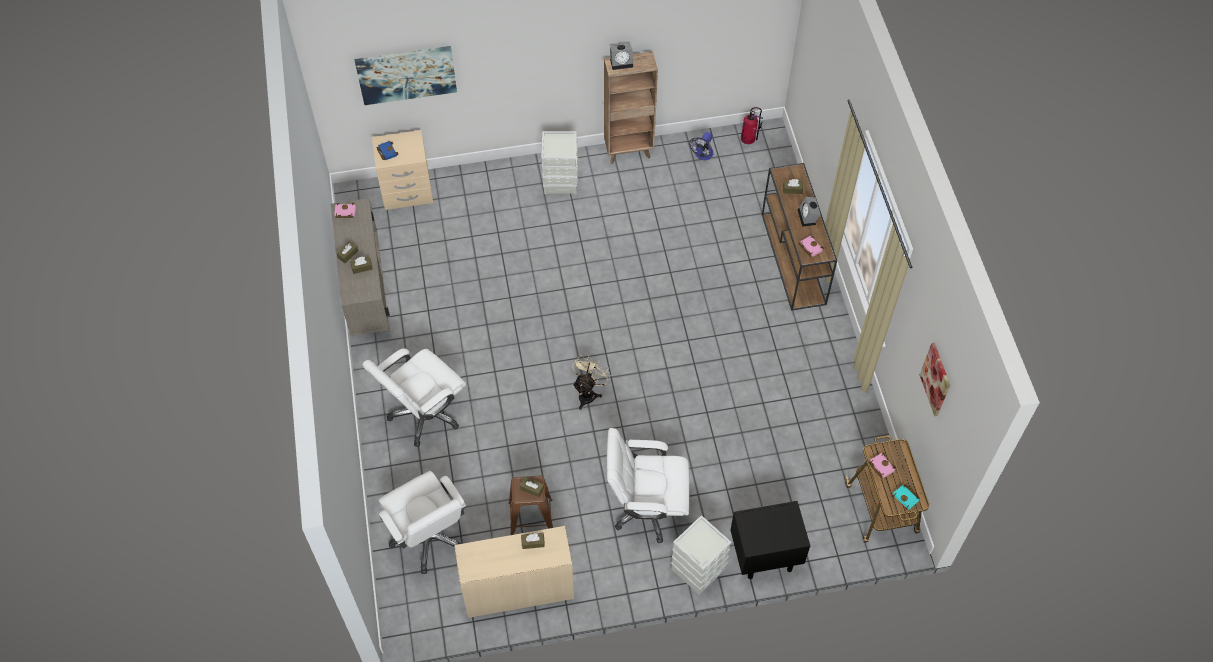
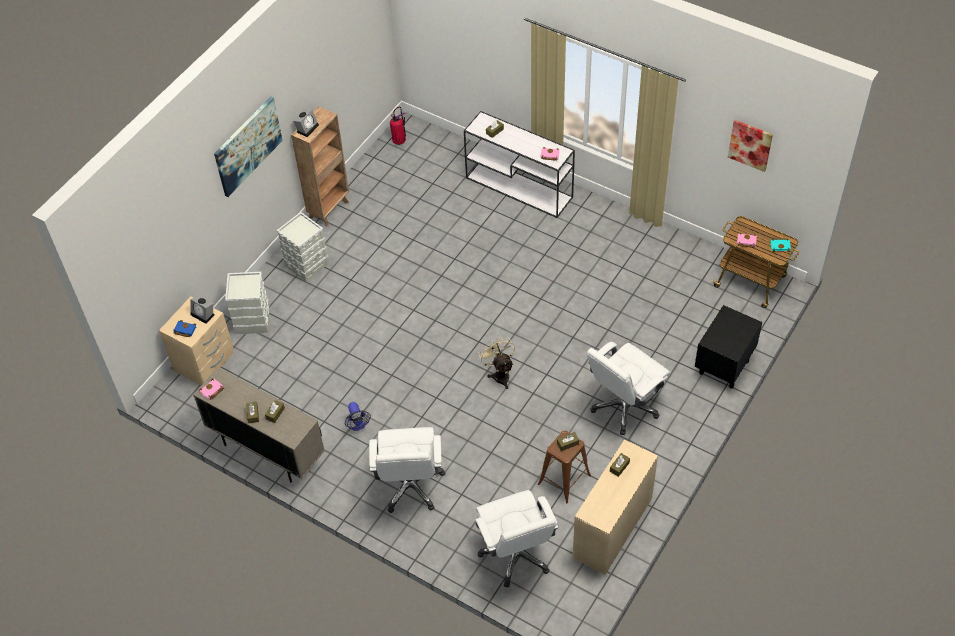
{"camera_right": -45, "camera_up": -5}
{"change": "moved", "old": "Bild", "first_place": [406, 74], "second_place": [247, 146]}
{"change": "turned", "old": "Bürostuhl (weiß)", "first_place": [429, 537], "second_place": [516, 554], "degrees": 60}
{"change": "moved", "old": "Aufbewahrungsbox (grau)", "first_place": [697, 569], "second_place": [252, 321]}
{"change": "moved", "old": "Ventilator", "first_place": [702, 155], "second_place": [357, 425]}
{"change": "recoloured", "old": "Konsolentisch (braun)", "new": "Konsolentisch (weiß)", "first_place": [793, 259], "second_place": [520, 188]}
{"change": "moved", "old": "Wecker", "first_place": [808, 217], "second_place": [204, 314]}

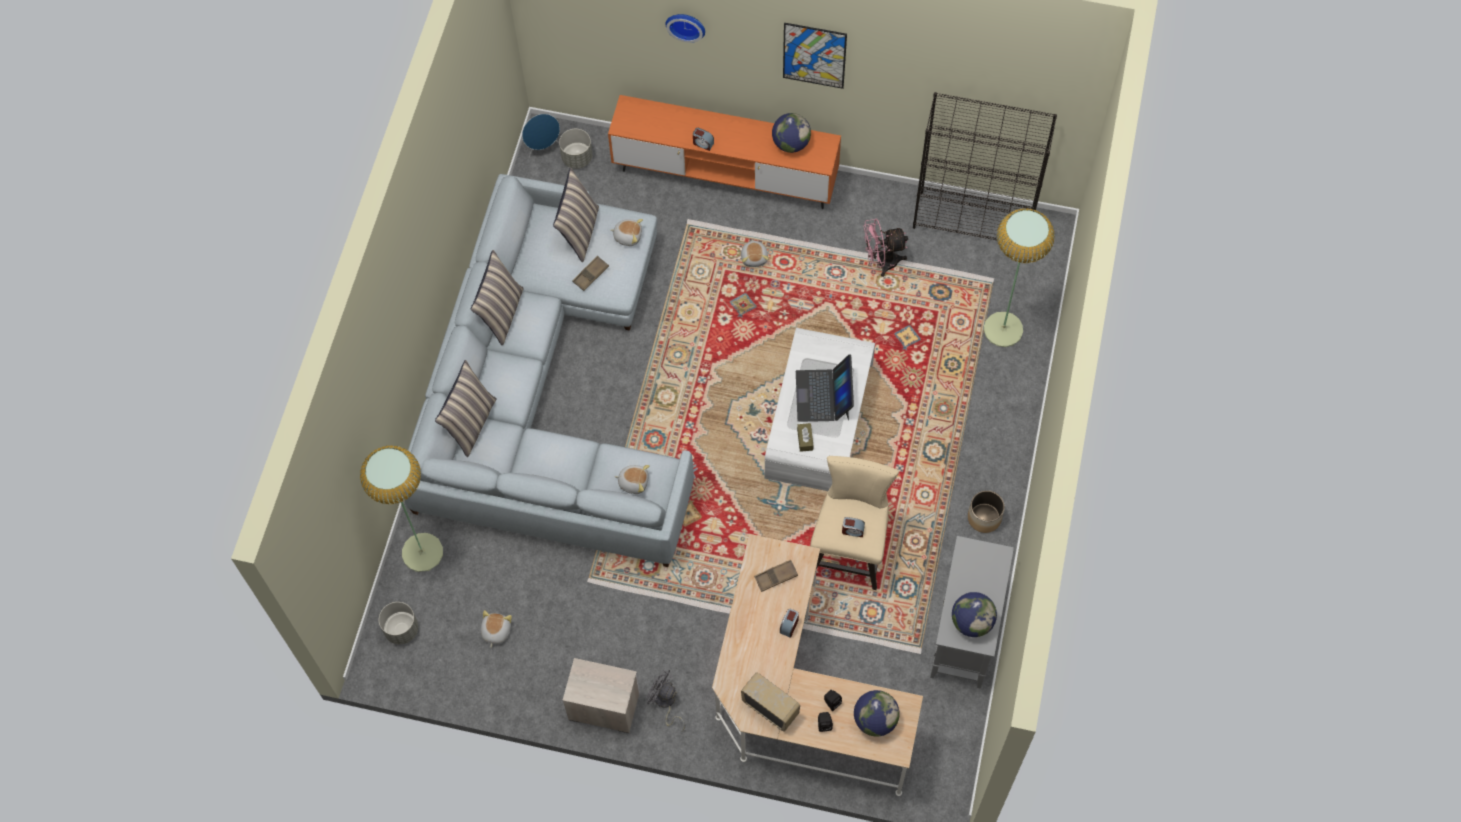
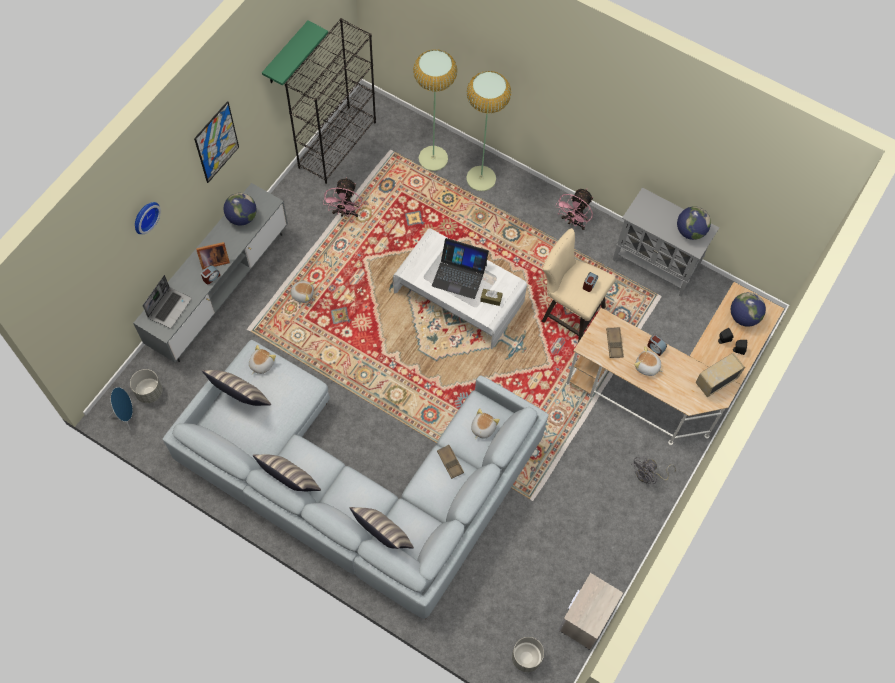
{"camera_right": -75, "camera_up": 0}
{"change": "moved", "old": "Stehlampe", "first_place": [422, 552], "second_place": [480, 178]}
{"change": "moved", "old": "Plüschtier", "first_place": [495, 631], "second_place": [647, 367]}
{"change": "moved", "old": "Nachttisch", "first_place": [603, 705], "second_place": [585, 618]}
{"change": "moved", "old": "Tablett (braun)", "first_place": [591, 275], "second_place": [450, 462]}
{"change": "recoloured", "old": "Fernsehschrank (orange)", "new": "Fernsehschrank (grau)", "first_place": [725, 175], "second_place": [220, 290]}
{"change": "replaced", "old": "Pflanzkübel", "new": "Ventilator (rosa)", "first_place": [984, 518], "second_place": [573, 222]}
{"change": "added", "new": "Laptop", "second_place": [169, 307]}
{"change": "added", "new": "Bilderrahmen", "second_place": [213, 260]}
{"change": "added", "new": "Wandregal (grün)", "second_place": [286, 54]}

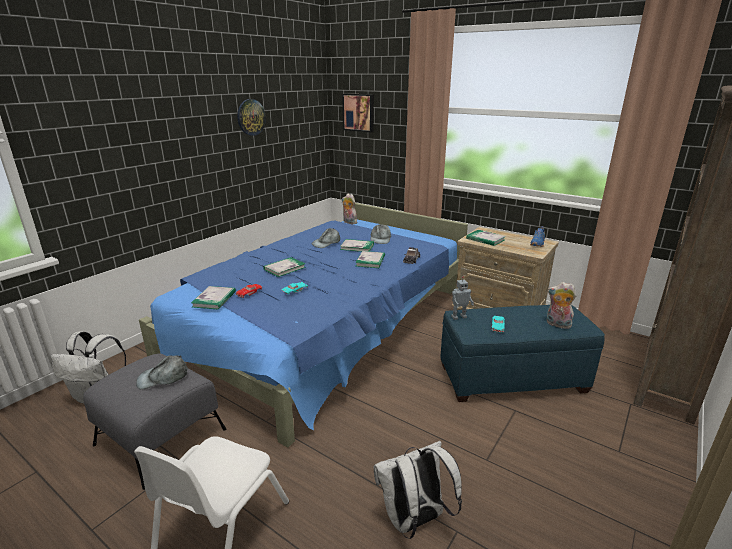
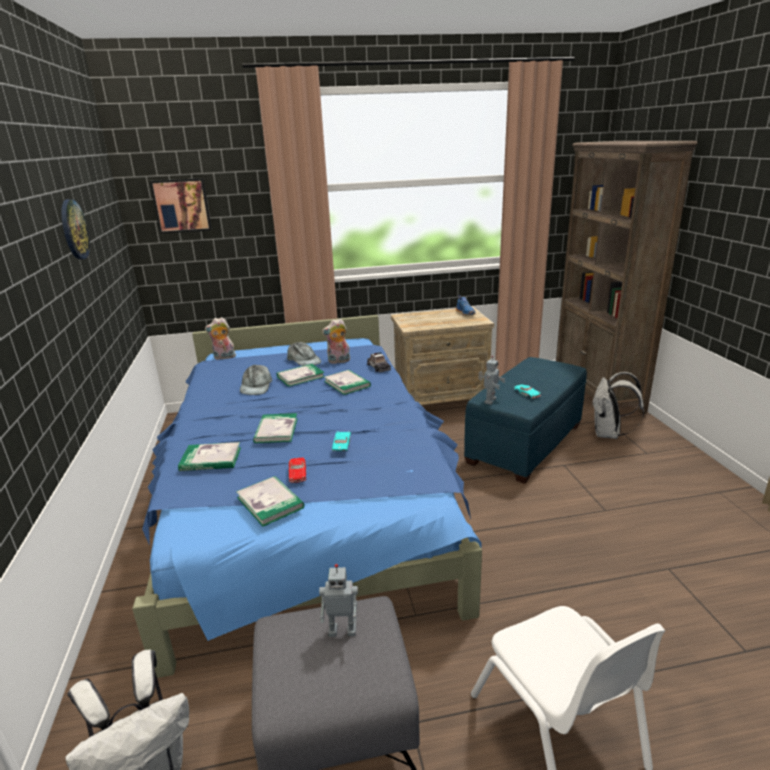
{"camera_right": -45, "camera_up": 0}
{"change": "replaced", "old": "Kappe (grau)", "new": "Spielzeugroboter", "first_place": [163, 377], "second_place": [342, 630]}
{"change": "moved", "old": "Rucksack (weiß)", "first_place": [414, 520], "second_place": [609, 434]}
{"change": "moved", "old": "Buch", "first_place": [485, 239], "second_place": [211, 459]}
{"change": "moved", "old": "Plüschtier", "first_place": [557, 324], "second_place": [338, 361]}

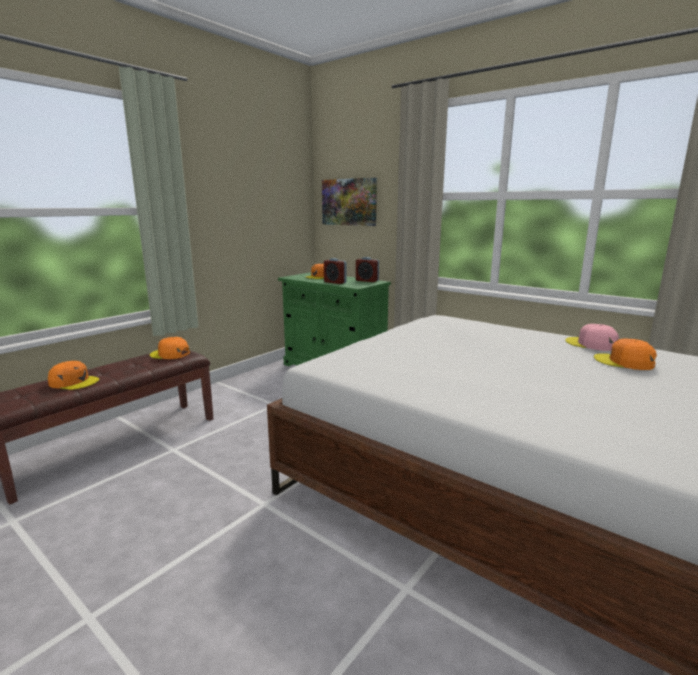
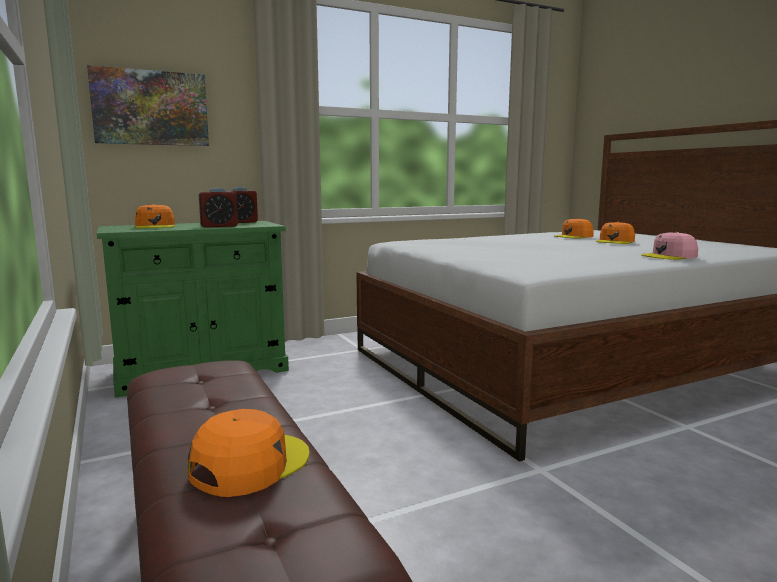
{"camera_right": -65, "camera_up": -5}
{"change": "moved", "old": "Kappe (orange)", "first_place": [170, 354], "second_place": [615, 241]}
{"change": "moved", "old": "Kappe (rosa)", "first_place": [591, 344], "second_place": [669, 256]}

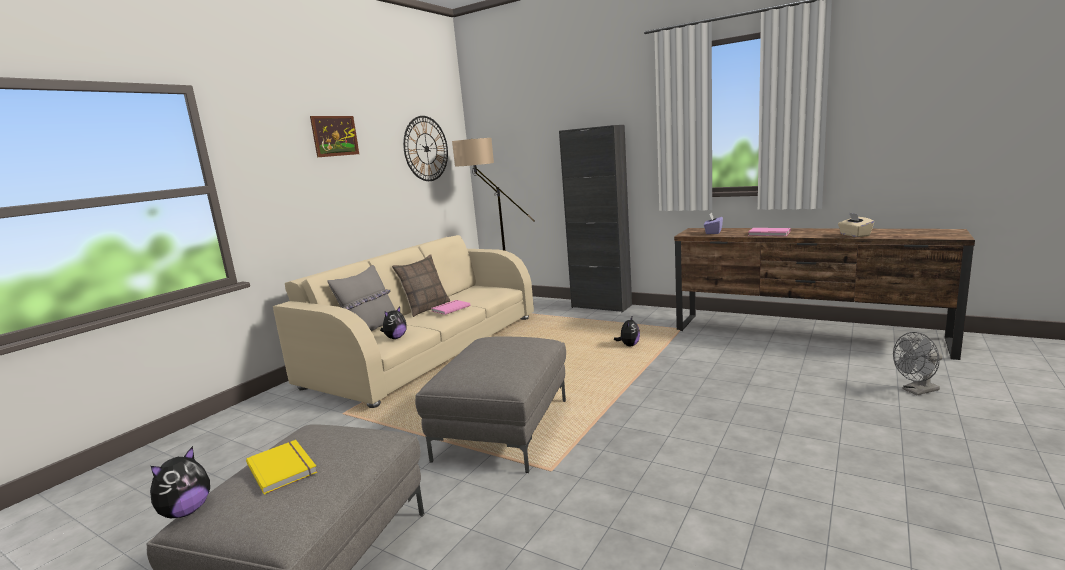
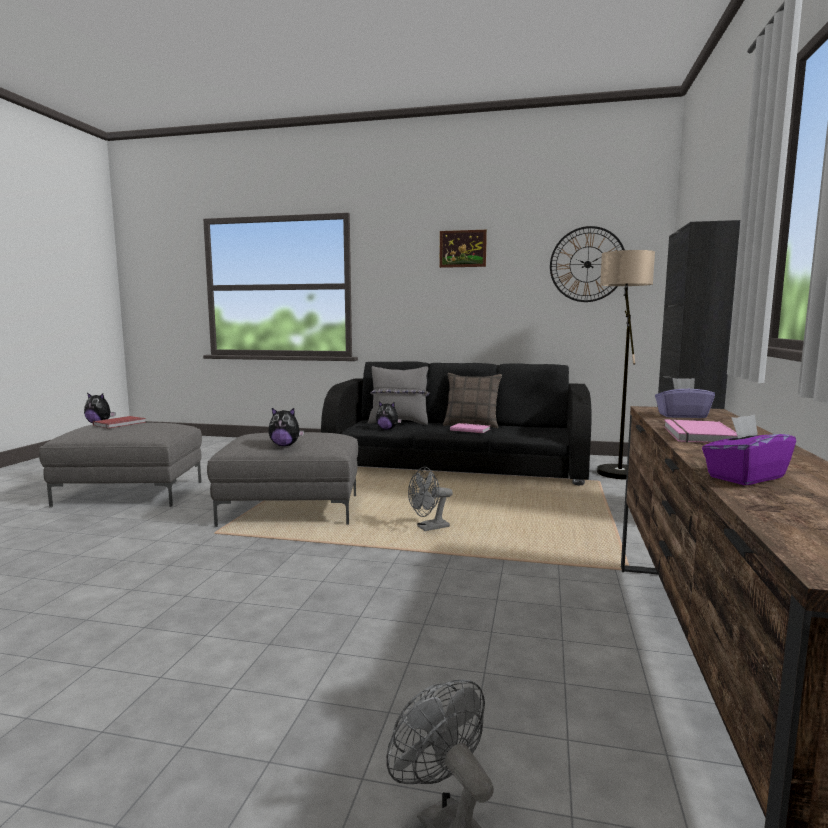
{"camera_right": 70, "camera_up": -5}
{"change": "recoloured", "old": "Buch (gelb)", "new": "Buch (rot)", "first_place": [284, 467], "second_place": [121, 424]}
{"change": "recoloured", "old": "Sofa (beige)", "new": "Sofa (schwarz)", "first_place": [427, 349], "second_place": [458, 464]}
{"change": "moved", "old": "Plüschtier", "first_place": [629, 345], "second_place": [285, 445]}
{"change": "recoloured", "old": "Taschentuchbox (beige)", "new": "Taschentuchbox (lila)", "first_place": [854, 235], "second_place": [744, 477]}
{"change": "added", "new": "Ventilator (grau)", "second_place": [428, 528]}

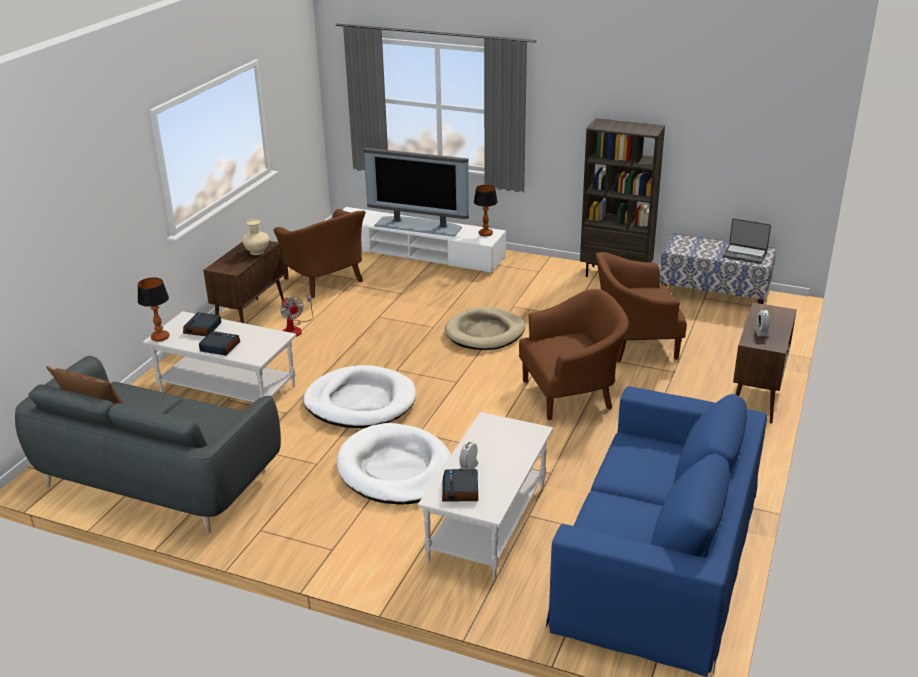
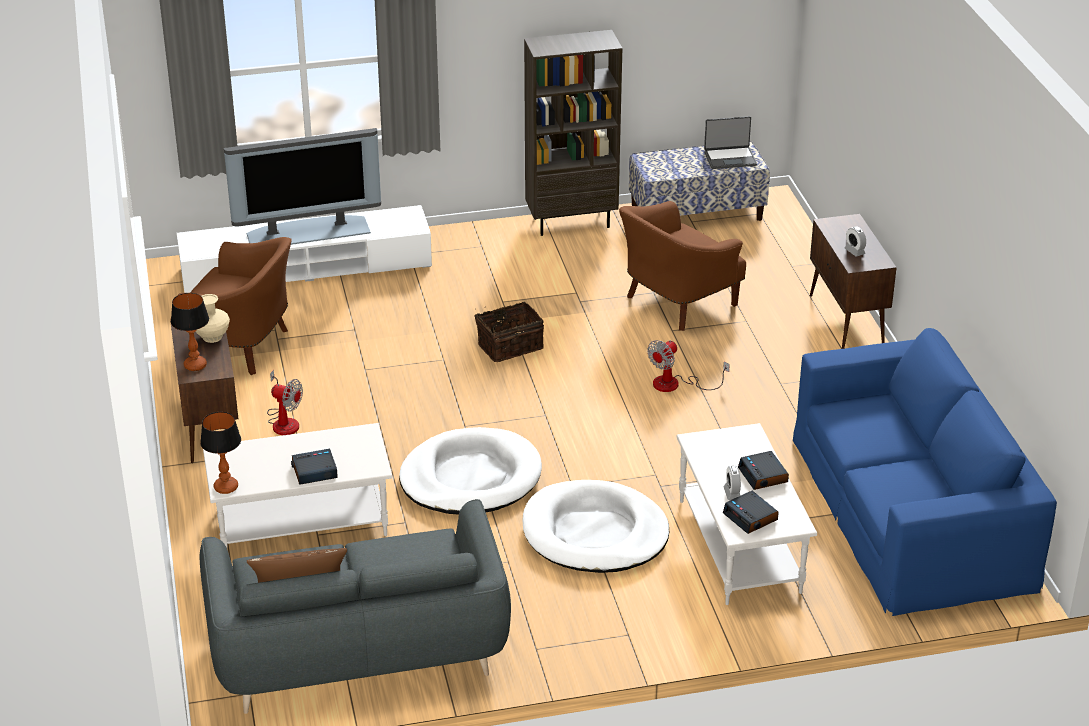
{"camera_right": -35, "camera_up": 5}
{"change": "moved", "old": "Wecker", "first_place": [202, 329], "second_place": [763, 475]}
{"change": "replaced", "old": "Hundebett (beige)", "new": "Korb", "first_place": [485, 332], "second_place": [509, 346]}
{"change": "moved", "old": "Tischlampe", "first_place": [485, 234], "second_place": [195, 365]}
{"change": "replaced", "old": "Sessel (braun)", "new": "Ventilator", "first_place": [571, 395], "second_place": [675, 384]}

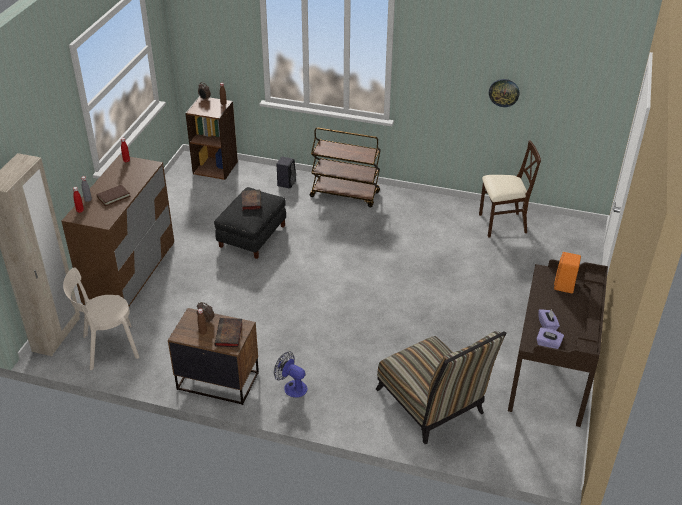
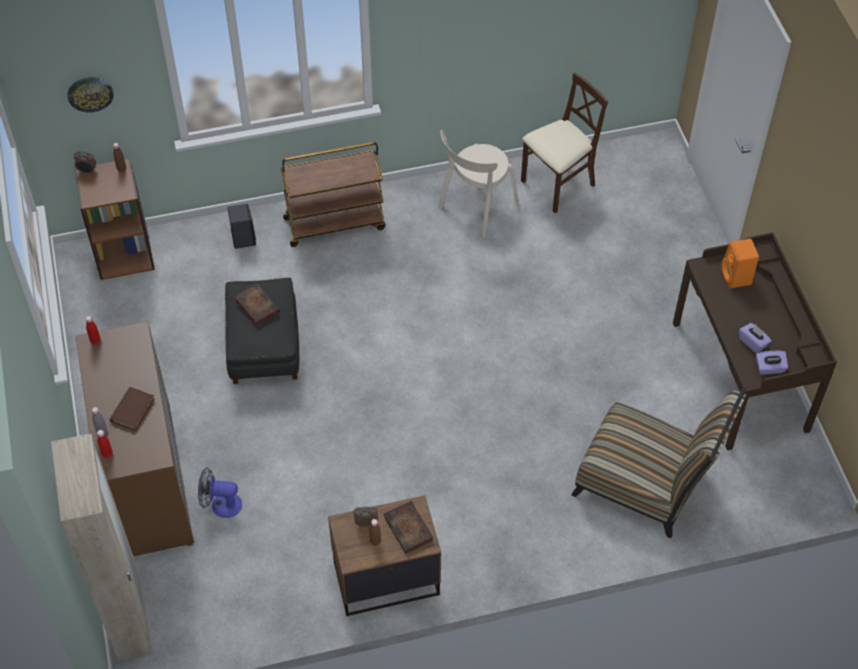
{"camera_right": -30, "camera_up": 15}
{"change": "moved", "old": "Stuhl (beige)", "first_place": [107, 347], "second_place": [475, 208]}
{"change": "moved", "old": "Ventilator", "first_place": [292, 387], "second_place": [220, 505]}
{"change": "moved", "old": "Wanduhr", "first_place": [504, 92], "second_place": [90, 93]}

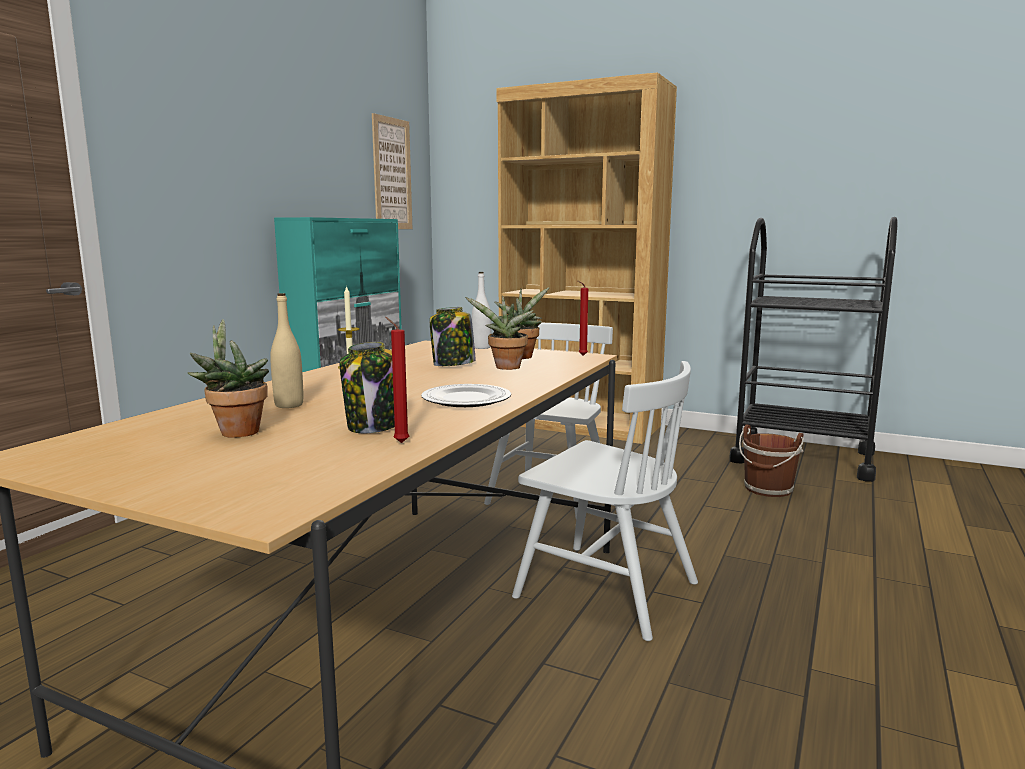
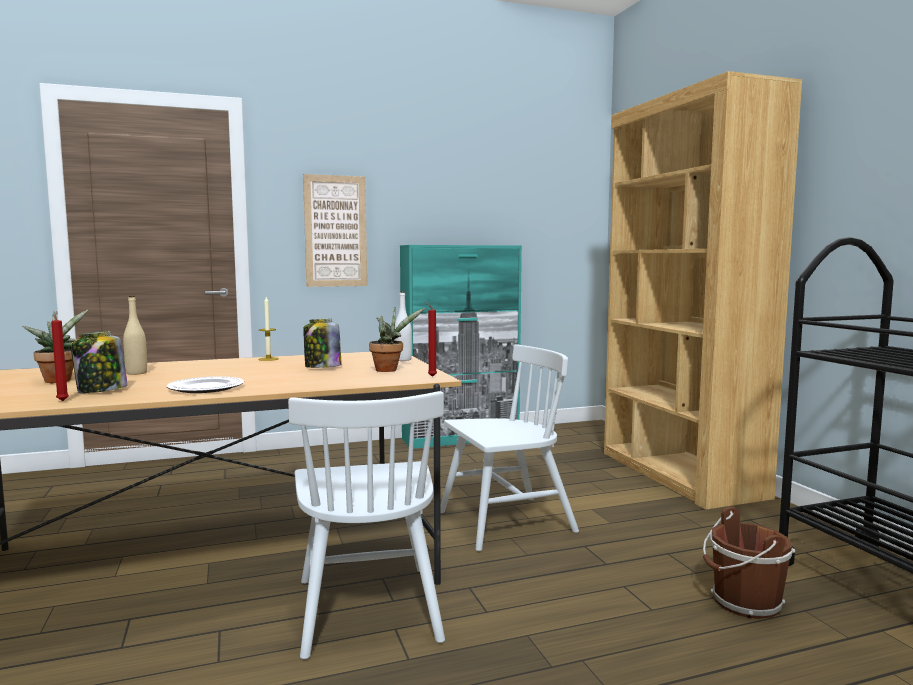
{"camera_right": 45, "camera_up": -5}
{"change": "moved", "old": "Bild", "first_place": [392, 174], "second_place": [335, 231]}
{"change": "removed", "old": "Topfpflanze", "first_place": [505, 368]}

